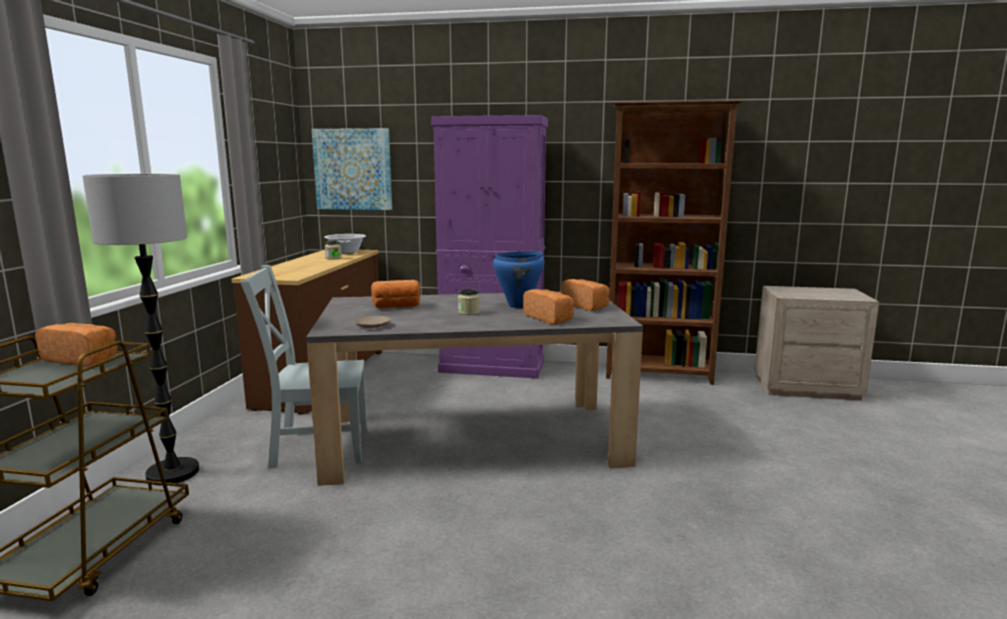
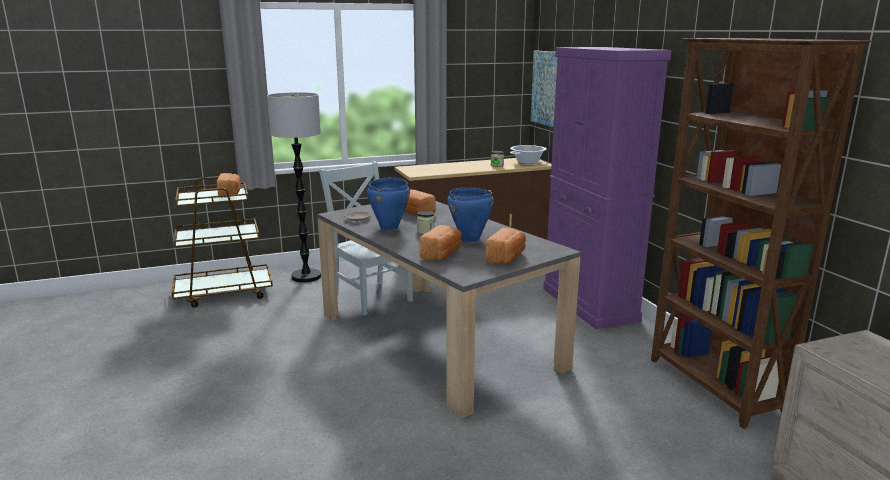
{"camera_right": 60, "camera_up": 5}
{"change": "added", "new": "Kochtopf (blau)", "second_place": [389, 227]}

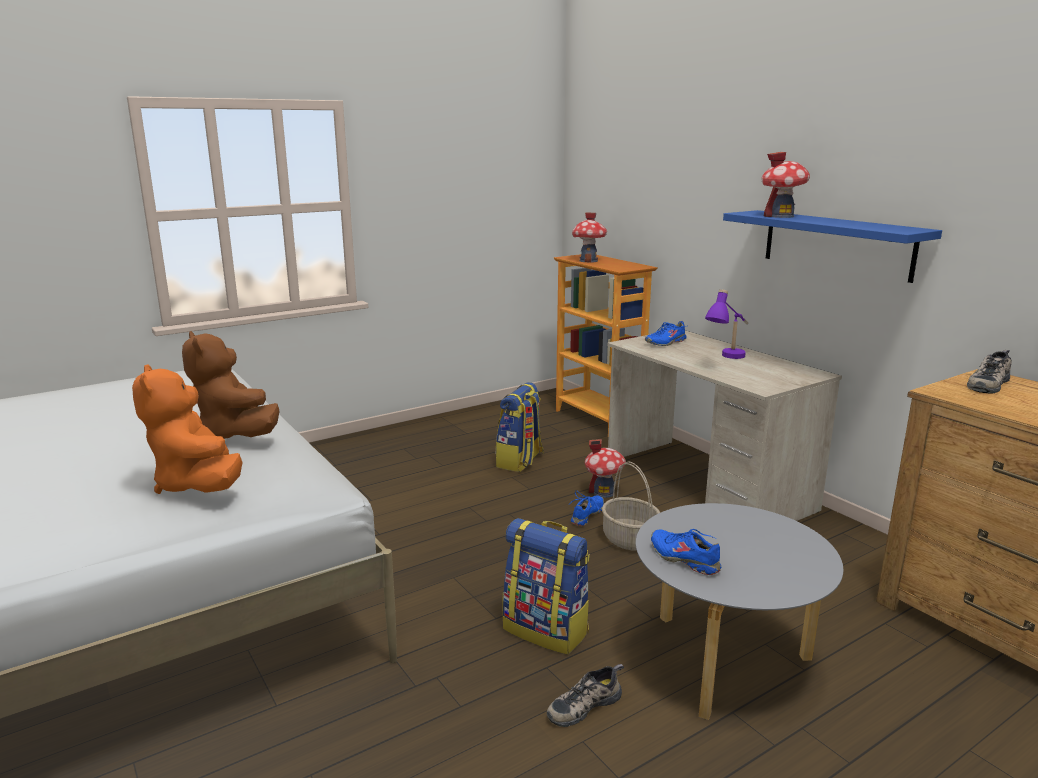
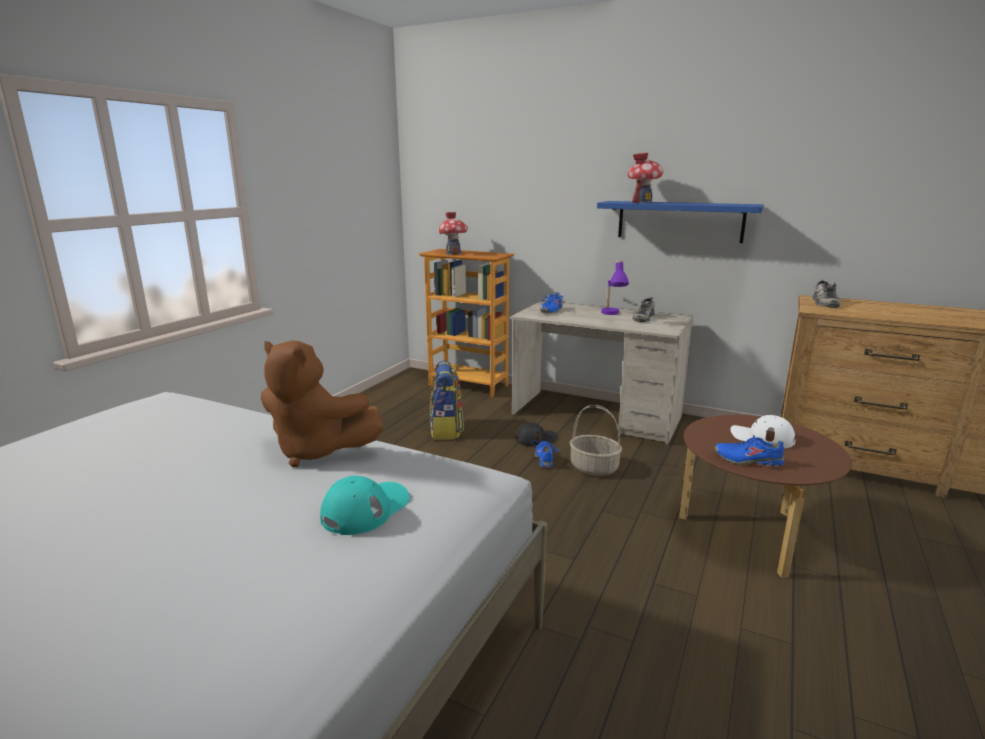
{"camera_right": -30, "camera_up": 0}
{"change": "replaced", "old": "Plüschtier (orange)", "new": "Kappe (türkis)", "first_place": [198, 485], "second_place": [365, 509]}
{"change": "removed", "old": "Rucksack", "first_place": [547, 630]}
{"change": "moved", "old": "Schuh", "first_place": [584, 704], "second_place": [643, 317]}
{"change": "replaced", "old": "Spielzeughaus", "new": "Kappe (schwarz)", "first_place": [603, 492], "second_place": [536, 438]}
{"change": "recoloured", "old": "Couchtisch (grau)", "new": "Couchtisch (braun)", "first_place": [724, 661], "second_place": [748, 533]}
{"change": "added", "new": "Kappe (weiß)", "second_place": [761, 437]}

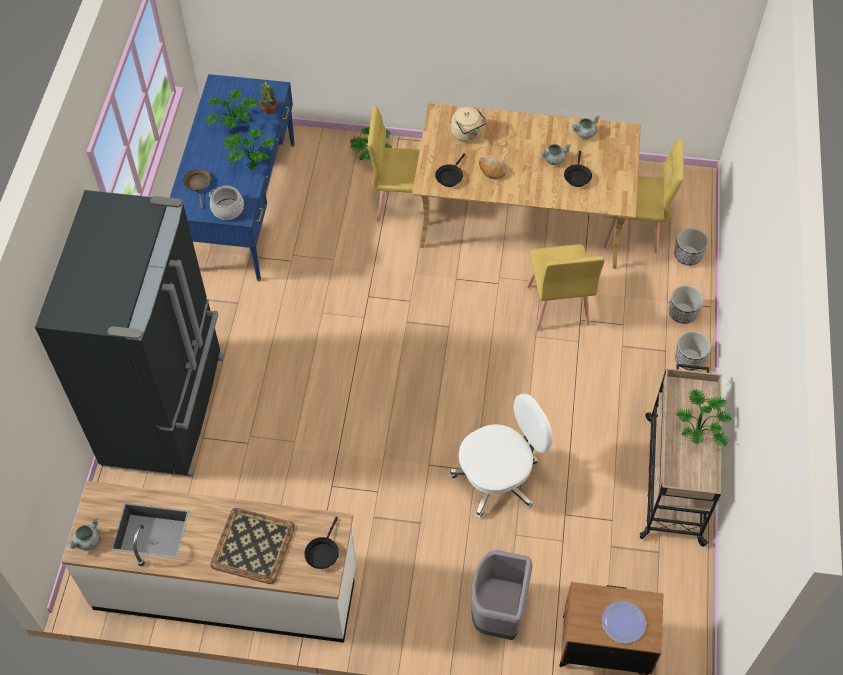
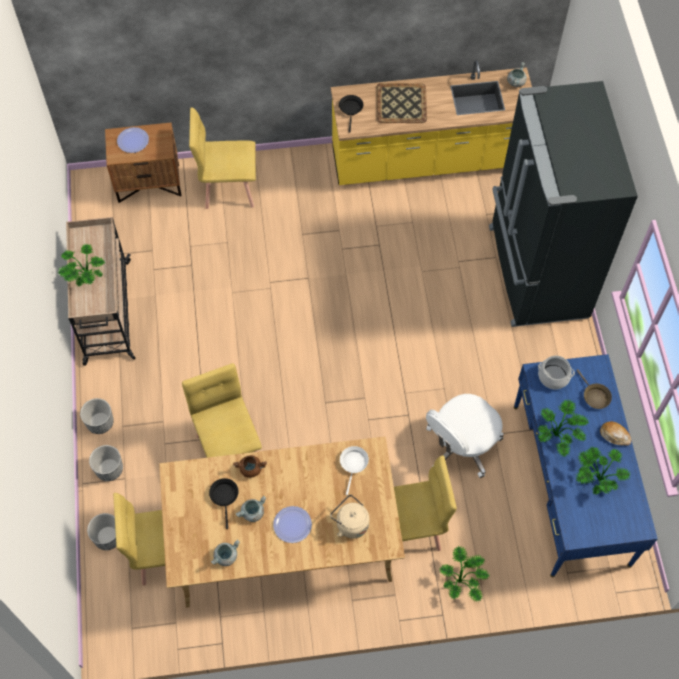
{"camera_right": 165, "camera_up": 5}
{"change": "recoloured", "old": "Küchenzeile (weiß)", "new": "Küchenzeile (gelb)", "first_place": [226, 588], "second_place": [428, 160]}
{"change": "removed", "old": "Topfpflanze", "first_place": [269, 109]}
{"change": "recoloured", "old": "Pfanne (schwarz)", "new": "Pfanne (weiß)", "first_place": [450, 176], "second_place": [353, 464]}
{"change": "moved", "old": "Bürostuhl (weiß)", "first_place": [498, 478], "second_place": [461, 445]}
{"change": "replaced", "old": "Mülleimer (grau)", "new": "Stuhl (gelb)", "first_place": [498, 612], "second_place": [229, 188]}
{"change": "moved", "old": "Brot", "first_place": [491, 170], "second_place": [614, 435]}
{"change": "added", "new": "Kochtopf (braun)", "second_place": [251, 469]}
{"change": "added", "new": "Teller", "second_place": [292, 525]}

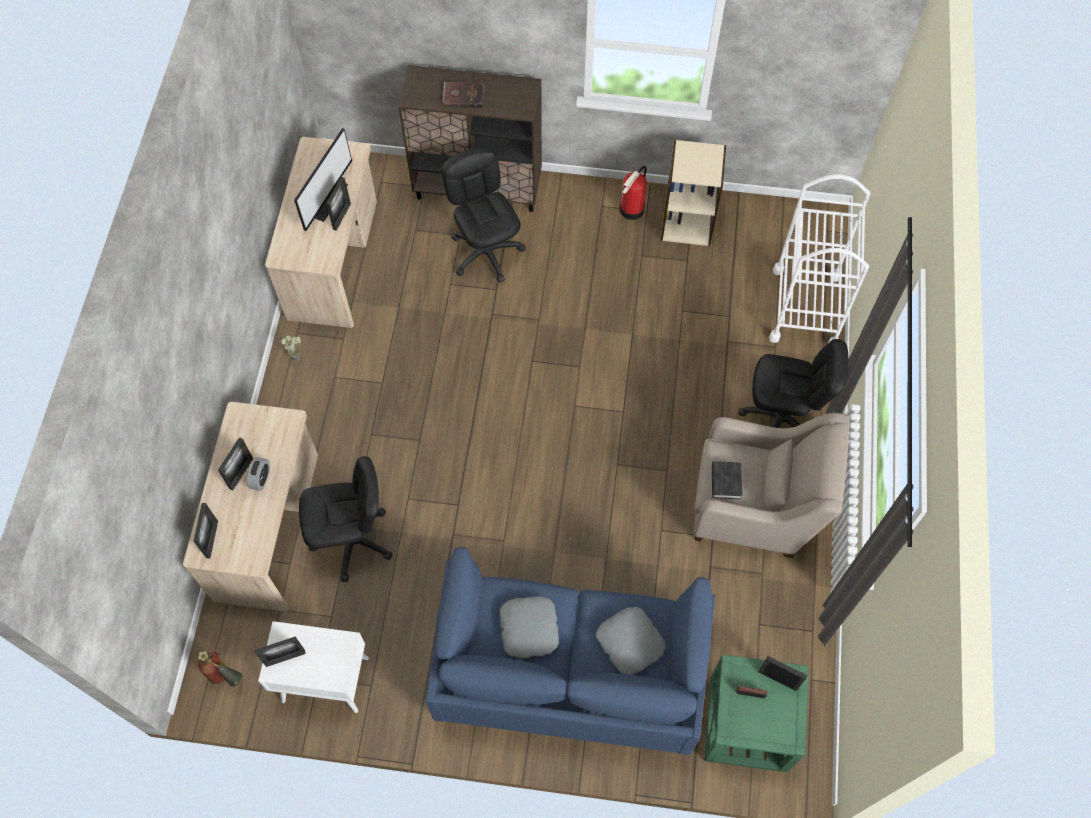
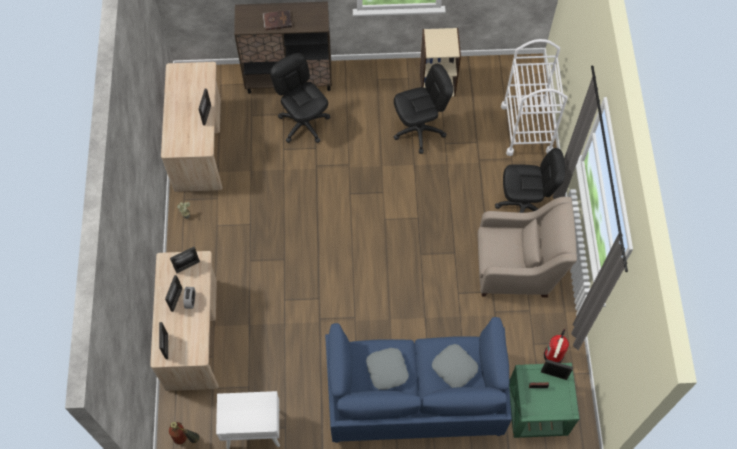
{"camera_right": -10, "camera_up": 0}
{"change": "moved", "old": "Bilderrahmen", "first_place": [285, 658], "second_place": [187, 266]}
{"change": "removed", "old": "Monitor", "first_place": [324, 198]}
{"change": "moved", "old": "Bürostuhl (schwarz)", "first_place": [353, 541], "second_place": [419, 130]}
{"change": "moved", "old": "Feuerlöscher", "first_place": [632, 209], "second_place": [553, 356]}
{"change": "removed", "old": "Buch (schwarz)", "first_place": [726, 481]}

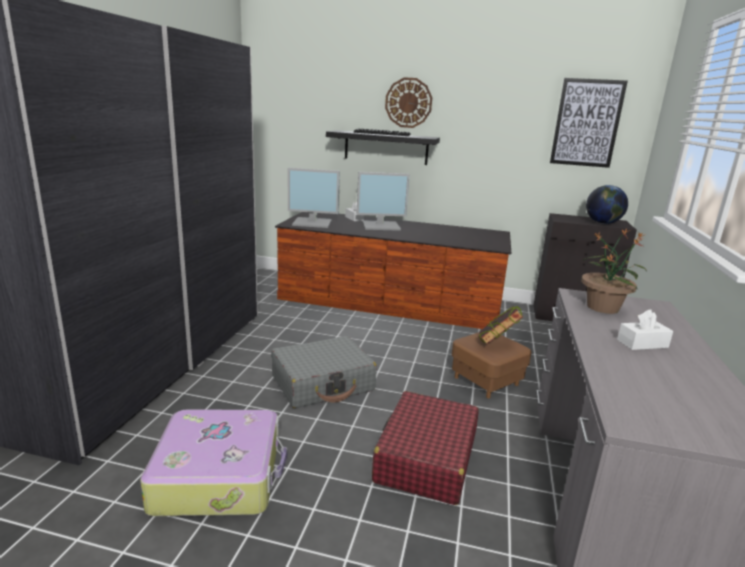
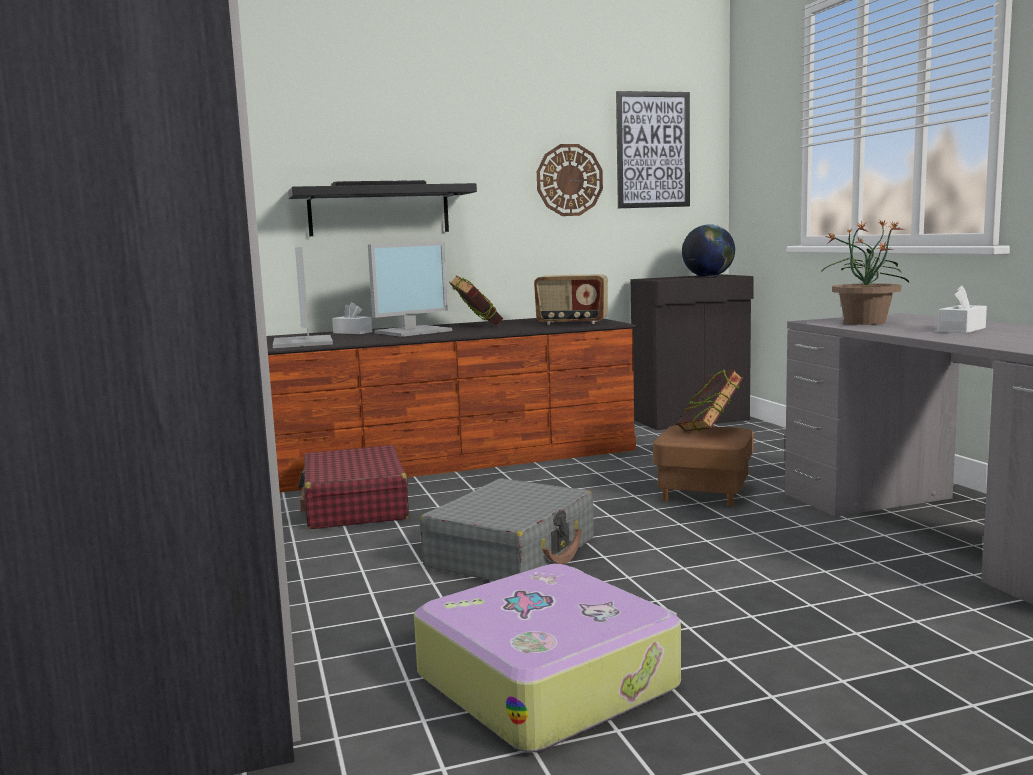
{"camera_right": -30, "camera_up": -10}
{"change": "turned", "old": "Monitor", "first_place": [313, 223], "second_place": [304, 342], "degrees": 105}
{"change": "moved", "old": "Koffer (rot)", "first_place": [425, 459], "second_place": [355, 506]}
{"change": "moved", "old": "Wanduhr", "first_place": [408, 103], "second_place": [569, 180]}
{"change": "added", "new": "Buch", "second_place": [477, 326]}
{"change": "added", "new": "Radio", "second_place": [572, 323]}

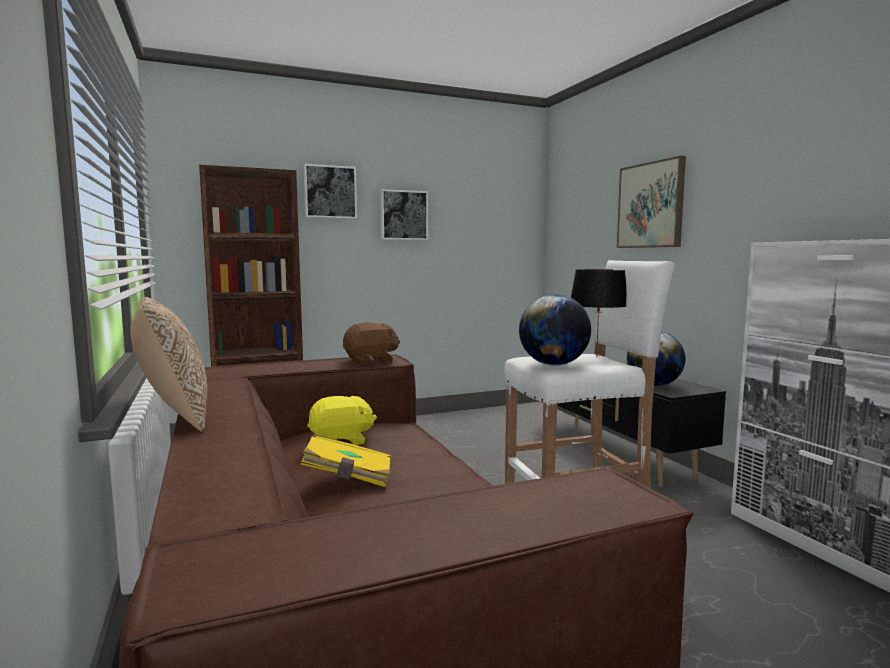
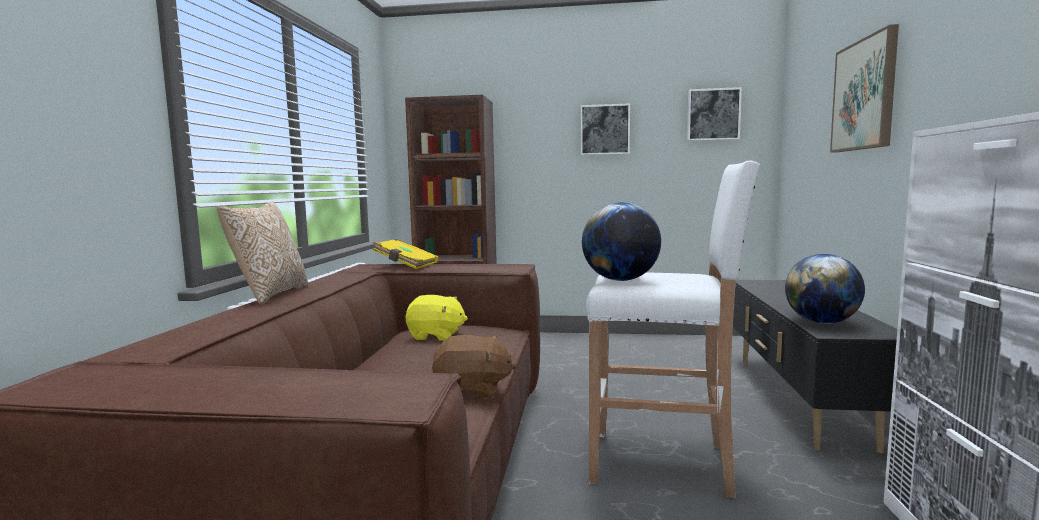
{"camera_right": 30, "camera_up": 0}
{"change": "moved", "old": "Buch (gelb)", "first_place": [348, 478], "second_place": [405, 265]}
{"change": "moved", "old": "Bild", "first_place": [330, 192], "second_place": [713, 115]}
{"change": "moved", "old": "Plüschtier (braun)", "first_place": [371, 361], "second_place": [472, 390]}
{"change": "removed", "old": "Tischlampe (schwarz)", "first_place": [597, 356]}

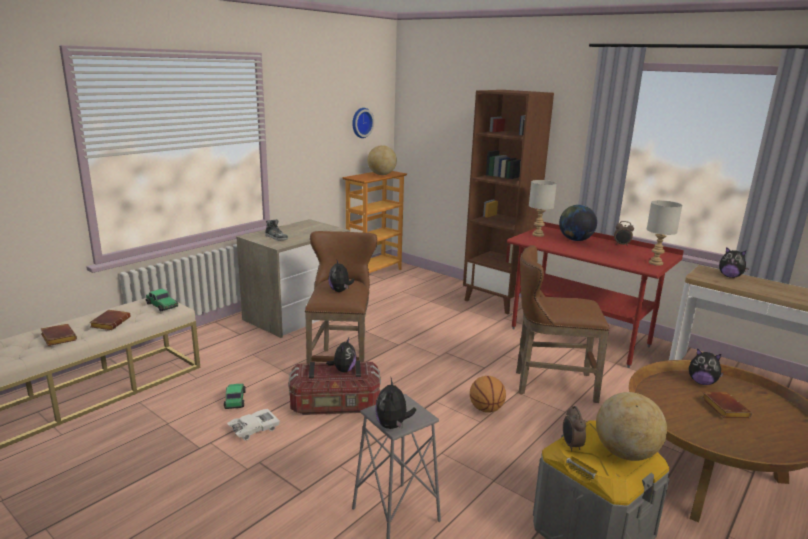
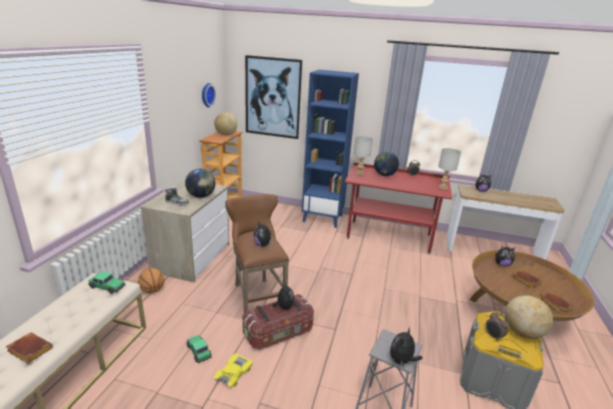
{"camera_right": -25, "camera_up": 5}
{"change": "moved", "old": "Buch (braun)", "first_place": [110, 322], "second_place": [554, 304]}
{"change": "recoloured", "old": "Spielzeugauto (weiß)", "new": "Spielzeugauto (gelb)", "first_place": [254, 429], "second_place": [233, 374]}
{"change": "turned", "old": "Plüschtier", "first_place": [393, 425], "second_place": [401, 361], "degrees": 60}
{"change": "recoloured", "old": "Bücherregal (braun)", "new": "Bücherregal (blau)", "first_place": [497, 301], "second_place": [323, 218]}
{"change": "moved", "old": "Basketball", "first_place": [486, 409], "second_place": [153, 290]}
{"change": "removed", "old": "Hocker (braun)", "first_place": [550, 384]}
{"change": "added", "new": "Globus", "second_place": [201, 196]}
{"change": "added", "new": "Bild", "second_place": [272, 97]}

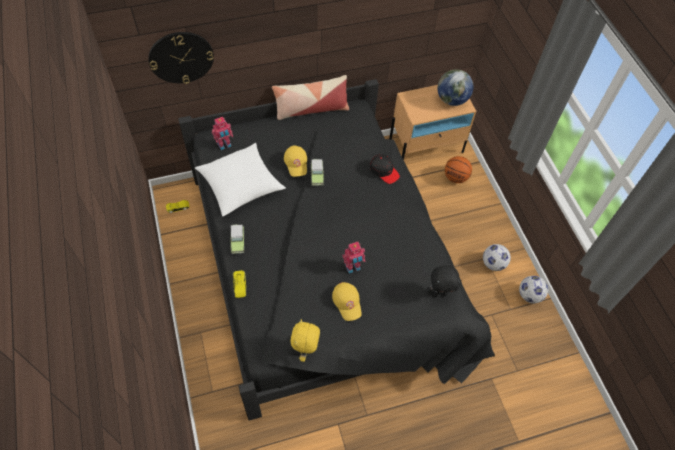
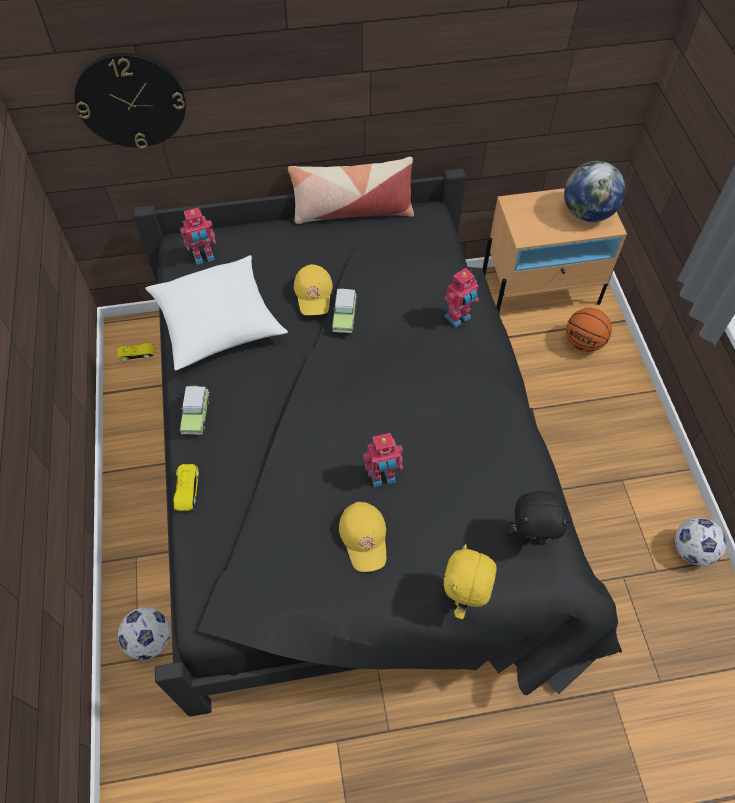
{"camera_right": 10, "camera_up": 0}
{"change": "moved", "old": "Plüschtier (gelb)", "first_place": [306, 350], "second_place": [464, 597]}
{"change": "replaced", "old": "Kappe (schwarz)", "new": "Spielzeugroboter", "first_place": [384, 171], "second_place": [458, 318]}
{"change": "moved", "old": "Fußball", "first_place": [493, 263], "second_place": [150, 639]}

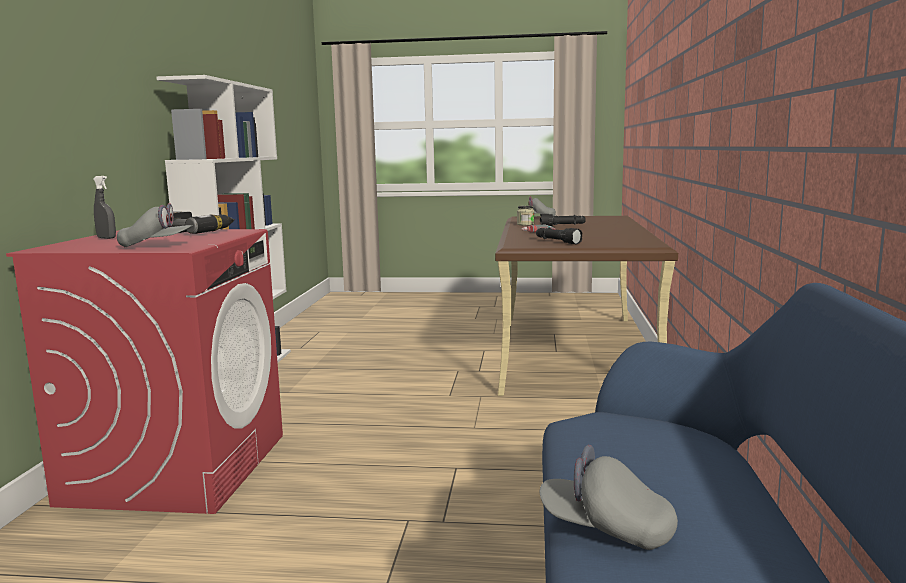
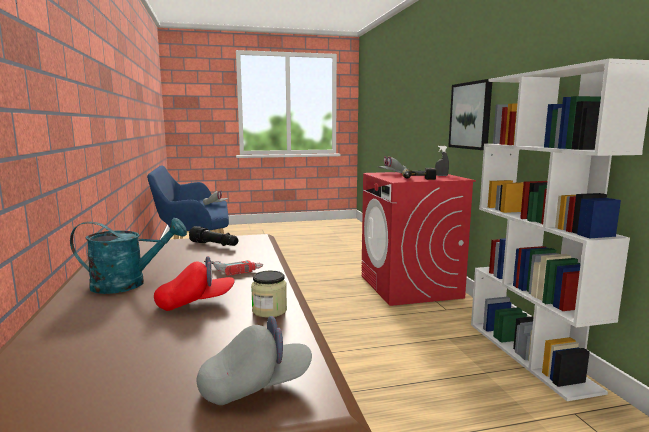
{"camera_right": 160, "camera_up": 0}
{"change": "replaced", "old": "Taschenlampe (schwarz)", "new": "Kappe (rot)", "first_place": [562, 226], "second_place": [196, 303]}
{"change": "added", "new": "Gießkanne (türkis)", "second_place": [128, 284]}
{"change": "added", "new": "Bild", "second_place": [470, 115]}

